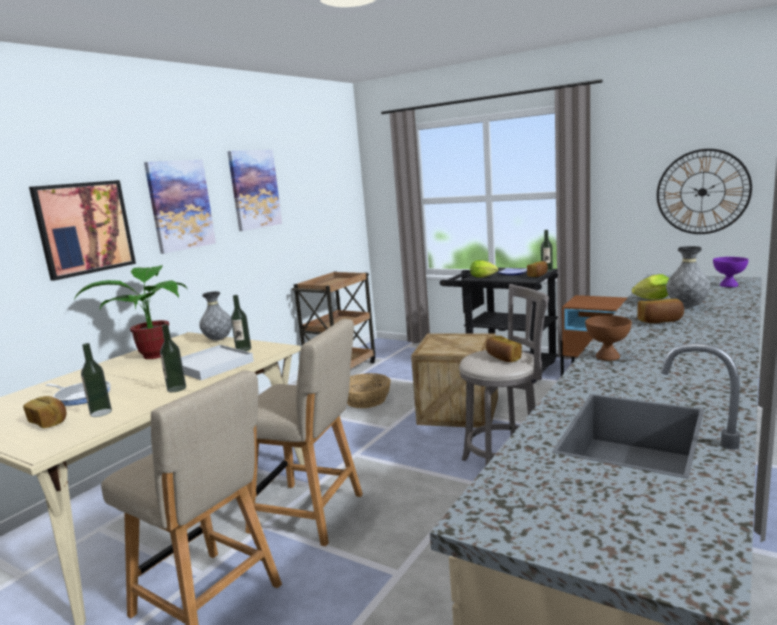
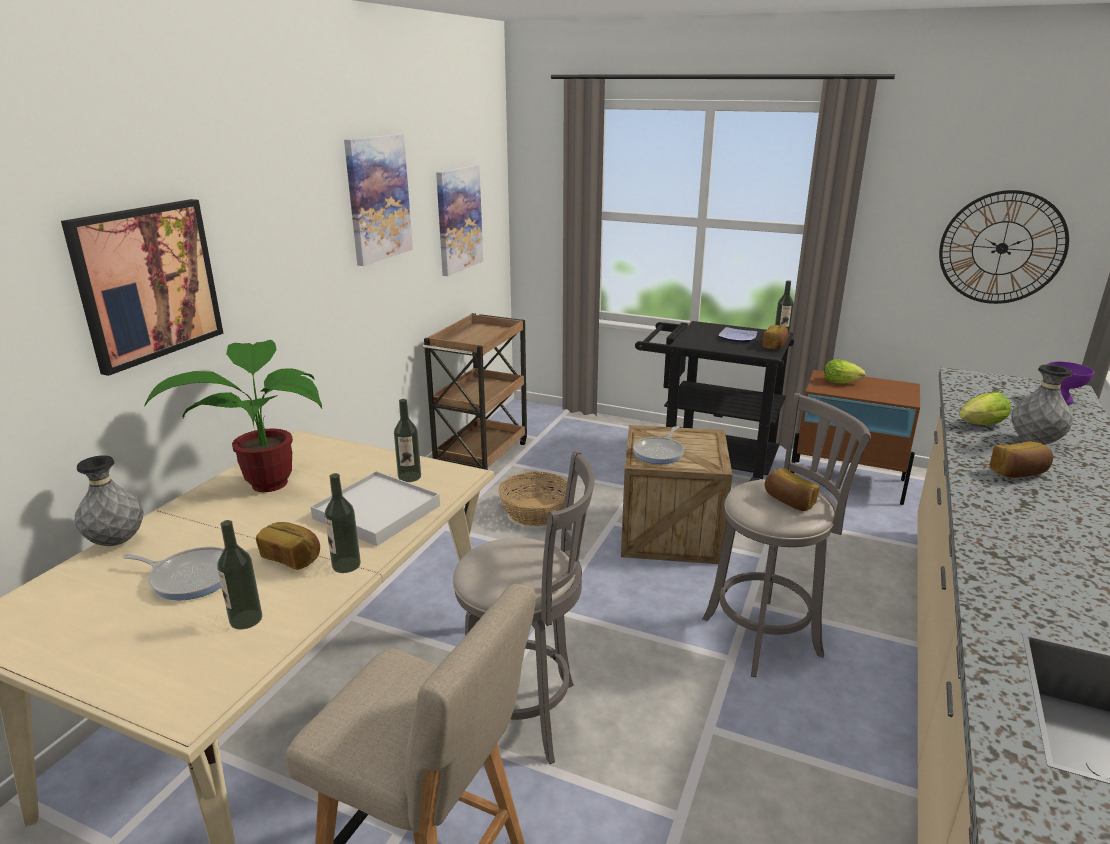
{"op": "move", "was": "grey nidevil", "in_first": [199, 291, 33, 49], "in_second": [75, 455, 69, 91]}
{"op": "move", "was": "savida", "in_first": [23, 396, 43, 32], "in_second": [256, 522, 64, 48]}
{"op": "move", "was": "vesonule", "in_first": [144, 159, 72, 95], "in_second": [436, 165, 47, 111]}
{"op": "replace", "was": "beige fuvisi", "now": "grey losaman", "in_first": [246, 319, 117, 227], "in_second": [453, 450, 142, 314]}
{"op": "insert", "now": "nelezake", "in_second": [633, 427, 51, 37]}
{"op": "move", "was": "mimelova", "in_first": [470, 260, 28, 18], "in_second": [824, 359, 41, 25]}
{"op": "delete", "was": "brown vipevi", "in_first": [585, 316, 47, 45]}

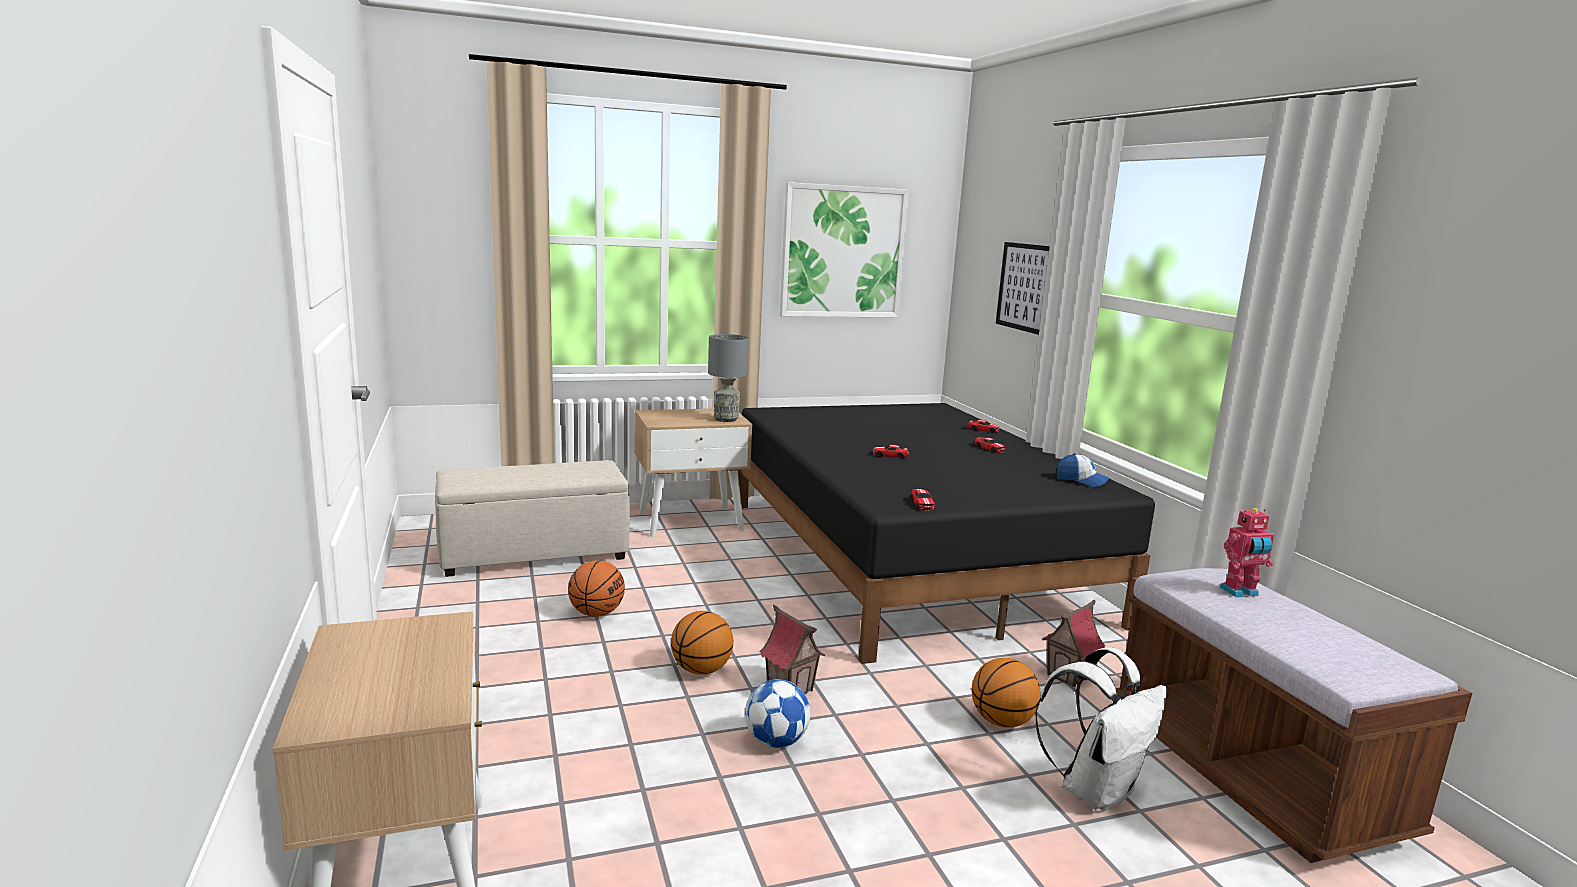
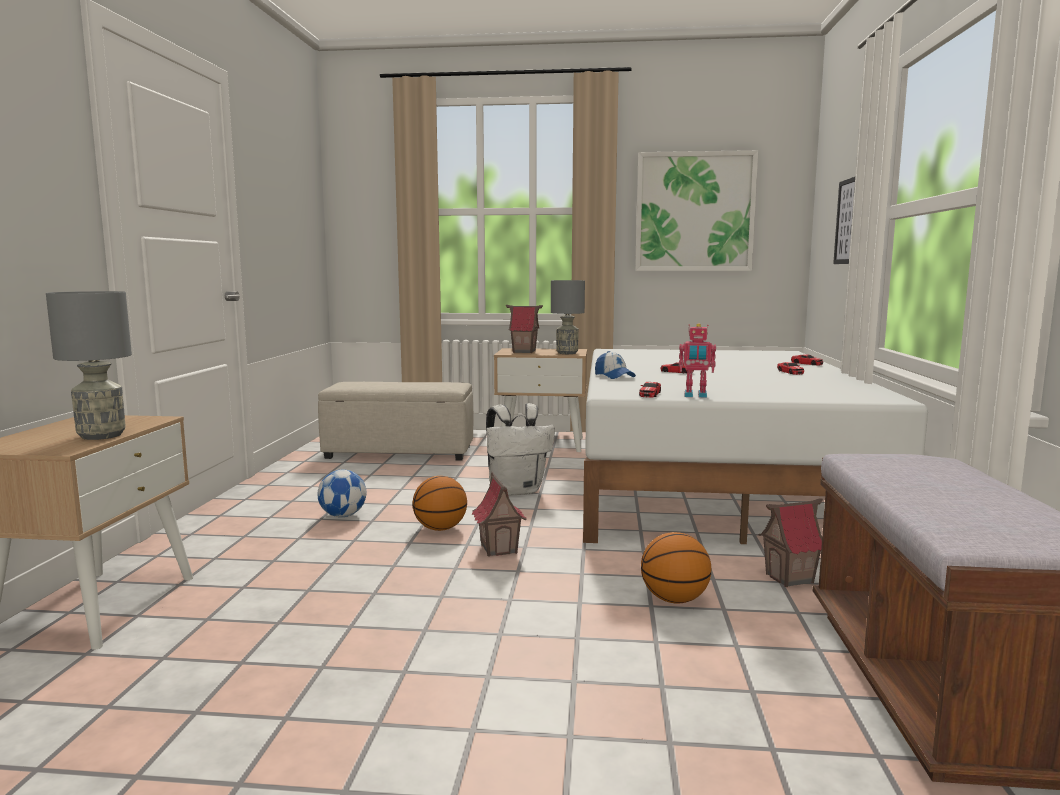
{"op": "insert", "now": "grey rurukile", "in_second": [46, 291, 86, 149]}
{"op": "move", "was": "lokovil", "in_first": [745, 679, 66, 69], "in_second": [317, 470, 49, 47]}
{"op": "move", "was": "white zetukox", "in_first": [1035, 648, 132, 164], "in_second": [486, 403, 69, 93]}
{"op": "insert", "now": "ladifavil", "in_second": [506, 305, 37, 48]}
{"op": "recolor", "was": "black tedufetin", "now": "white tedufetin", "in_first": [737, 403, 418, 261], "in_second": [583, 349, 345, 195]}
{"op": "move", "was": "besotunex", "in_first": [1057, 453, 53, 34], "in_second": [595, 351, 41, 28]}
{"op": "move", "was": "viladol", "in_first": [1220, 508, 54, 89], "in_second": [679, 323, 37, 75]}
{"op": "delete", "was": "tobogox", "in_first": [568, 560, 57, 57]}

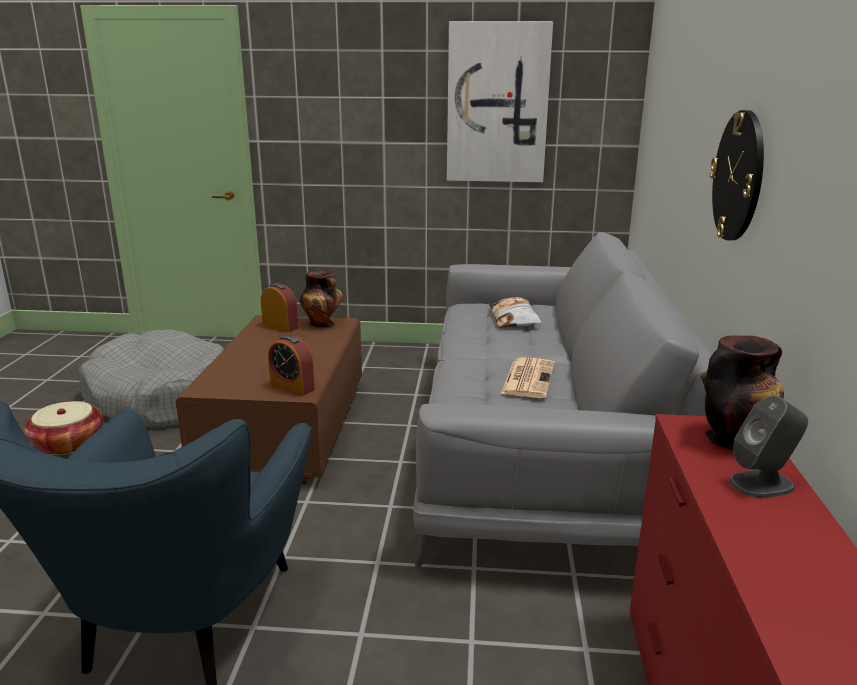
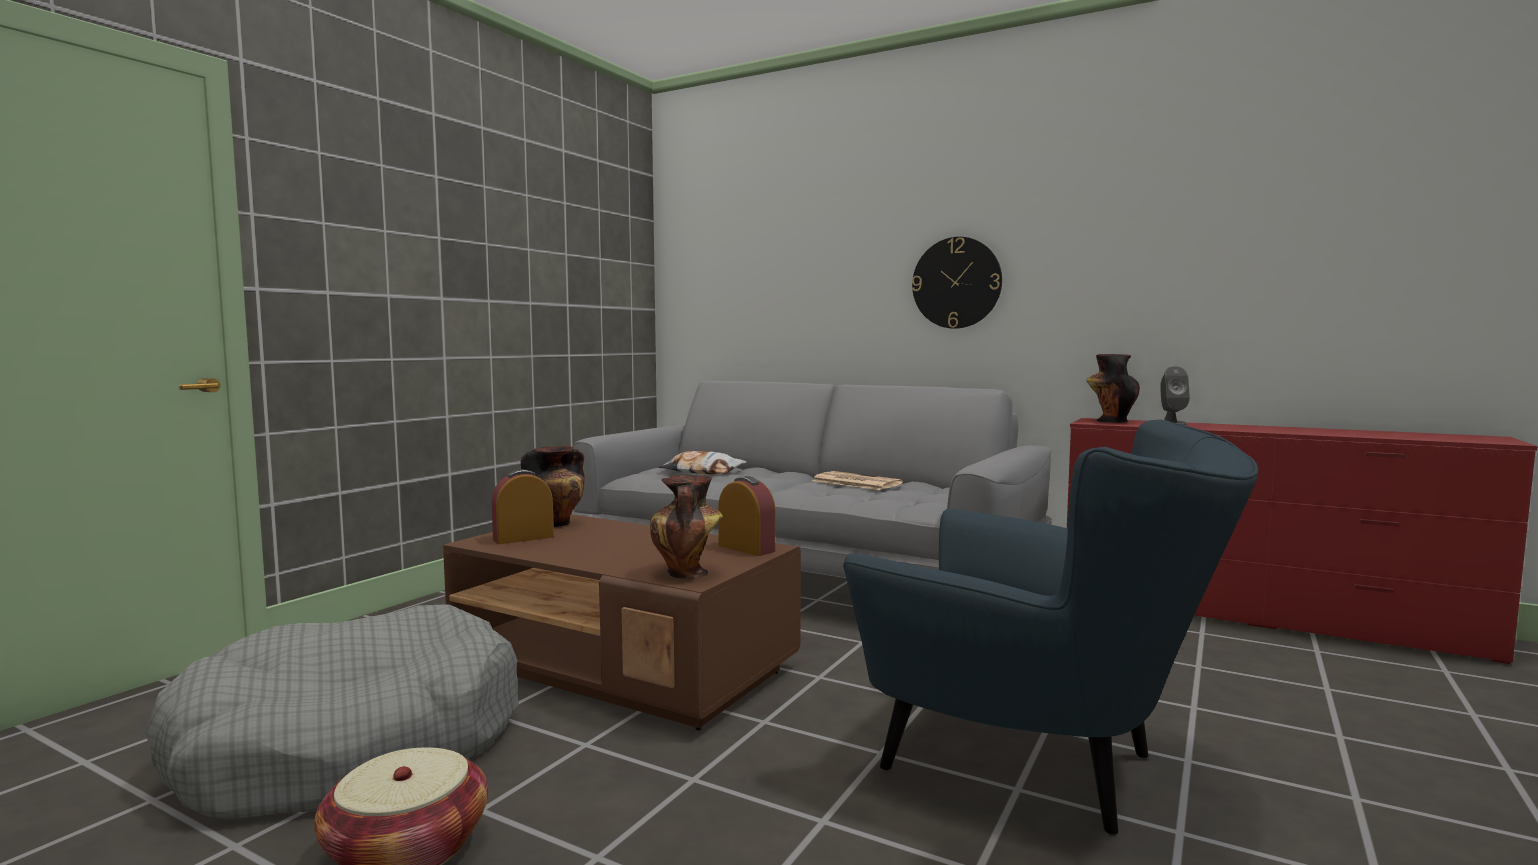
{"op": "insert", "now": "nidevil", "in_second": [650, 475, 73, 104]}
{"op": "rotate", "was": "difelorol", "in_first": [268, 335, 47, 61], "in_second": [718, 476, 58, 80], "clockwise": -105}
{"op": "delete", "was": "vesonule", "in_first": [447, 21, 106, 161]}

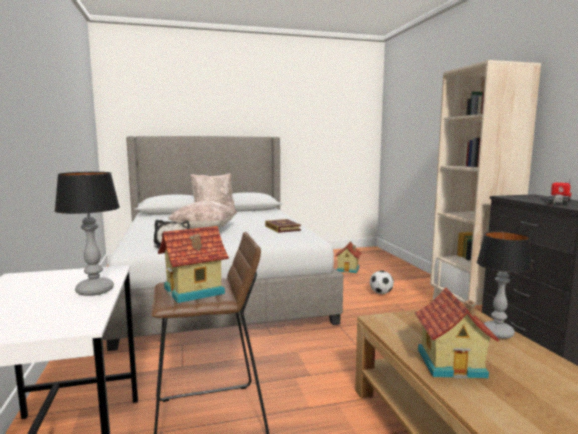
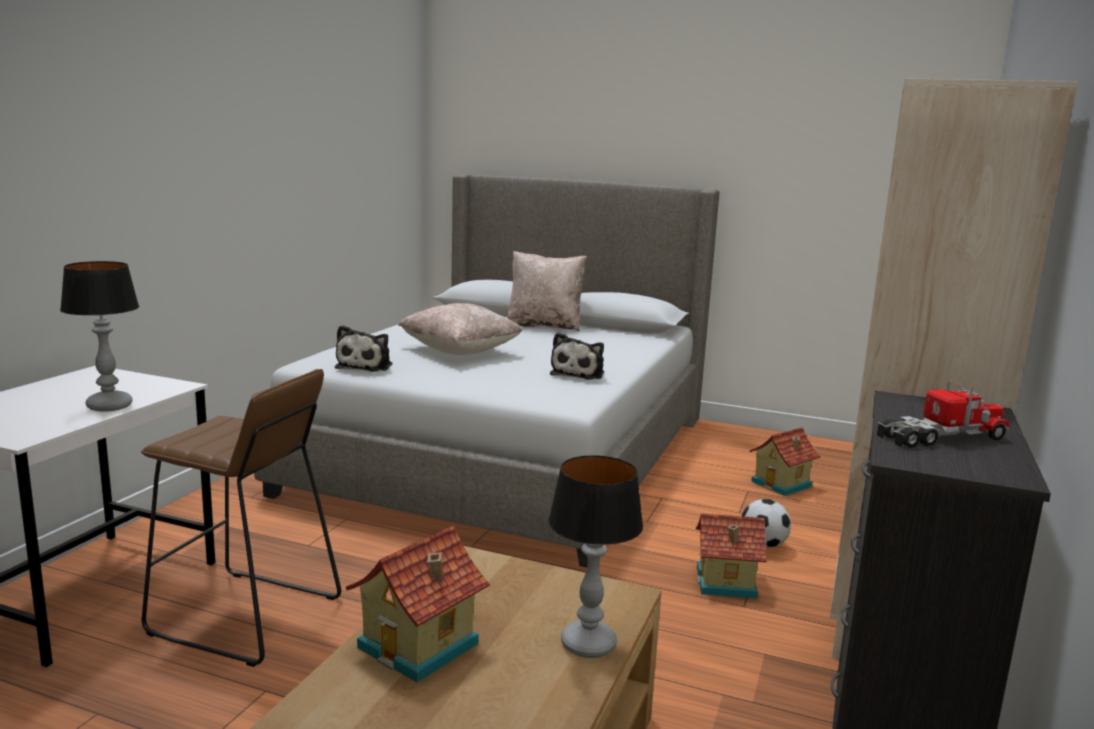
{"op": "replace", "was": "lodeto", "now": "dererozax", "in_first": [265, 219, 36, 14], "in_second": [550, 332, 54, 48]}
{"op": "move", "was": "ladifavil", "in_first": [158, 226, 71, 77], "in_second": [696, 514, 71, 84]}

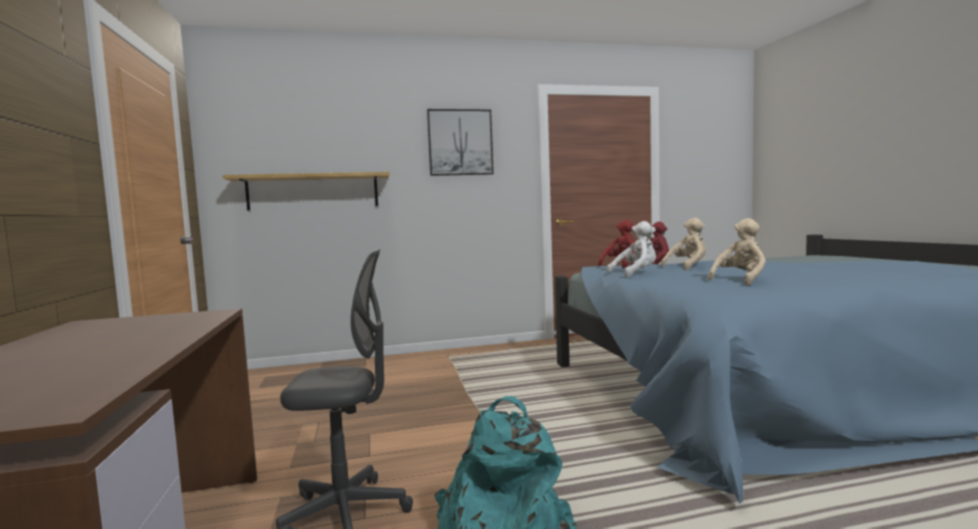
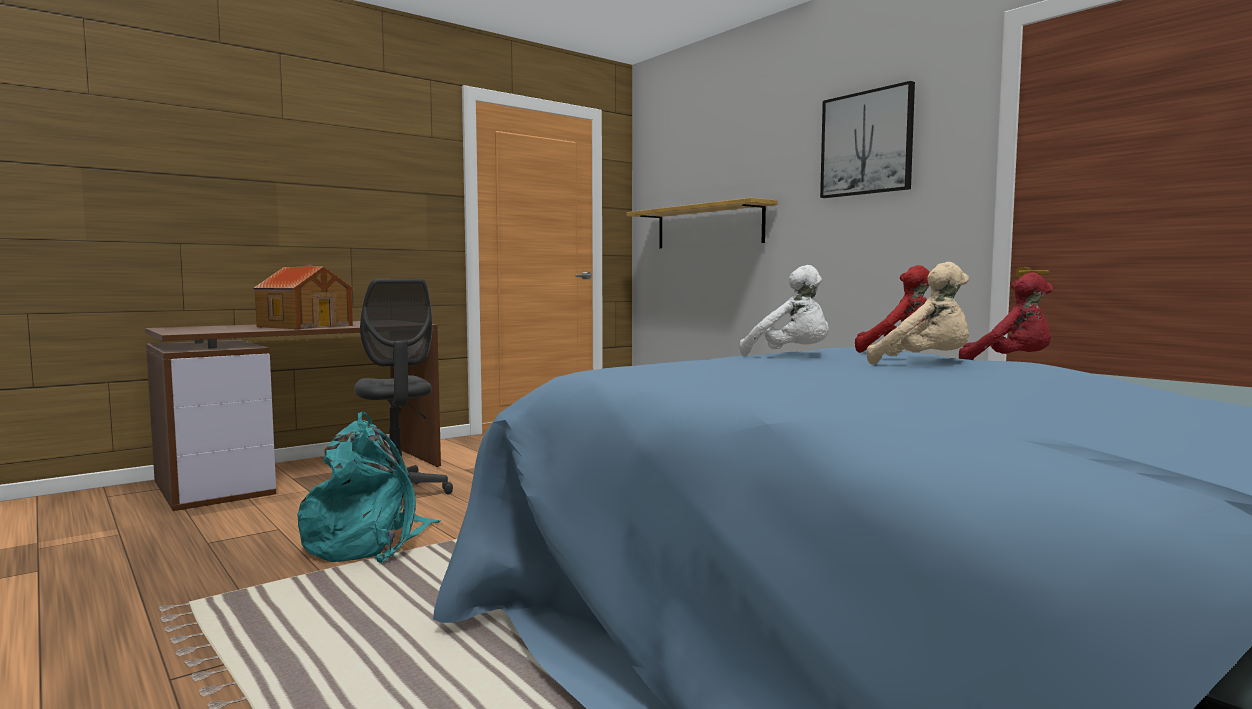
{"op": "insert", "now": "ladifavil", "in_second": [253, 264, 100, 65]}
{"op": "delete", "was": "beige dererozax", "in_first": [708, 218, 58, 67]}

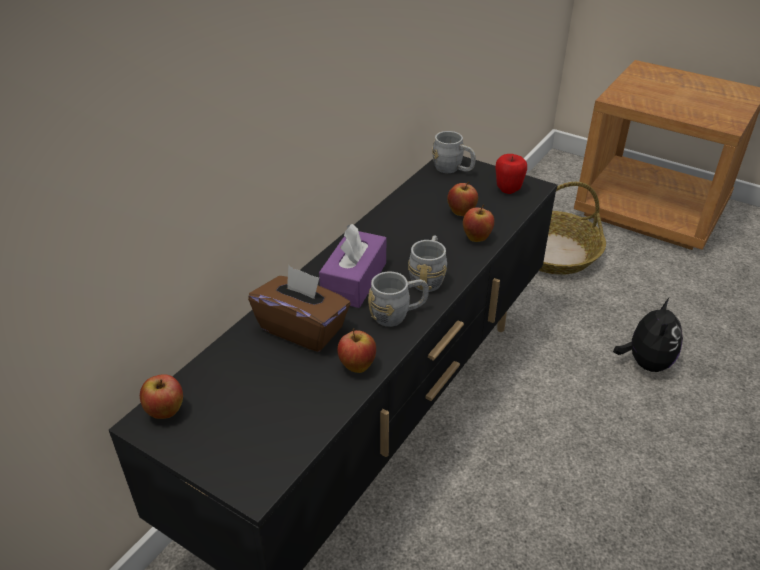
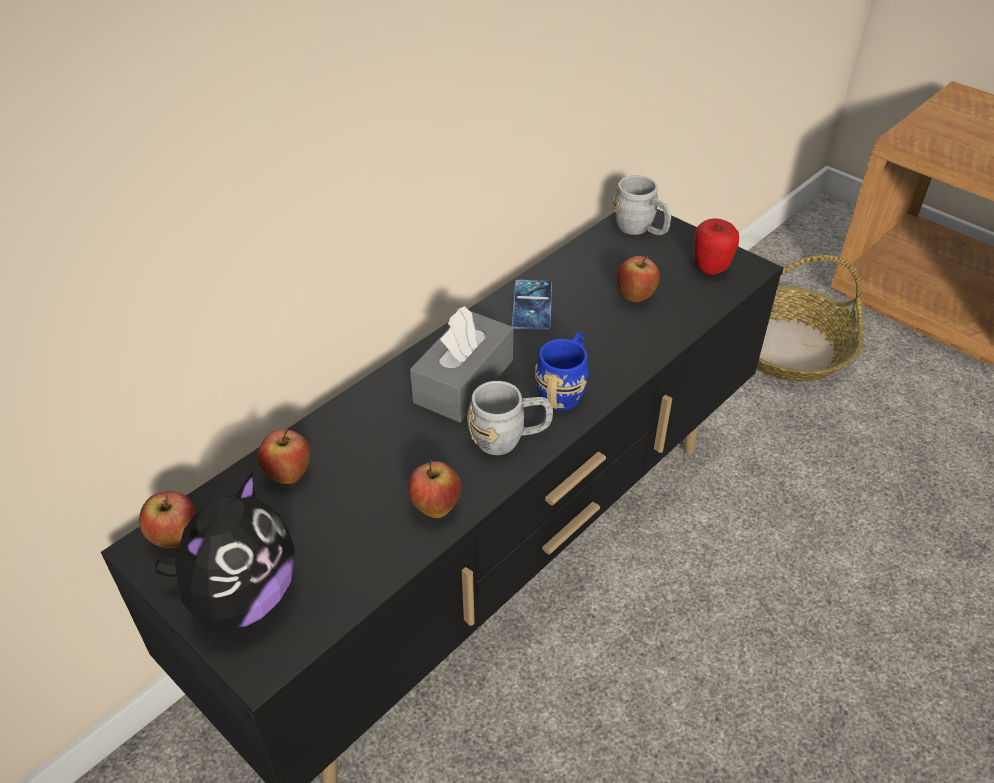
{"op": "move", "was": "dererozax", "in_first": [613, 297, 70, 75], "in_second": [155, 472, 140, 158]}
{"op": "move", "was": "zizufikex", "in_first": [463, 205, 31, 37], "in_second": [258, 429, 53, 55]}
{"op": "recolor", "was": "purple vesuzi", "now": "grey vesuzi", "in_first": [319, 224, 67, 84], "in_second": [410, 306, 103, 116]}
{"op": "insert", "now": "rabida", "in_second": [512, 279, 40, 51]}
{"op": "recolor", "was": "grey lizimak", "now": "blue lizimak", "in_first": [408, 235, 39, 57], "in_second": [535, 332, 54, 78]}
{"op": "delete", "was": "brown vesuzi", "in_first": [248, 265, 102, 87]}

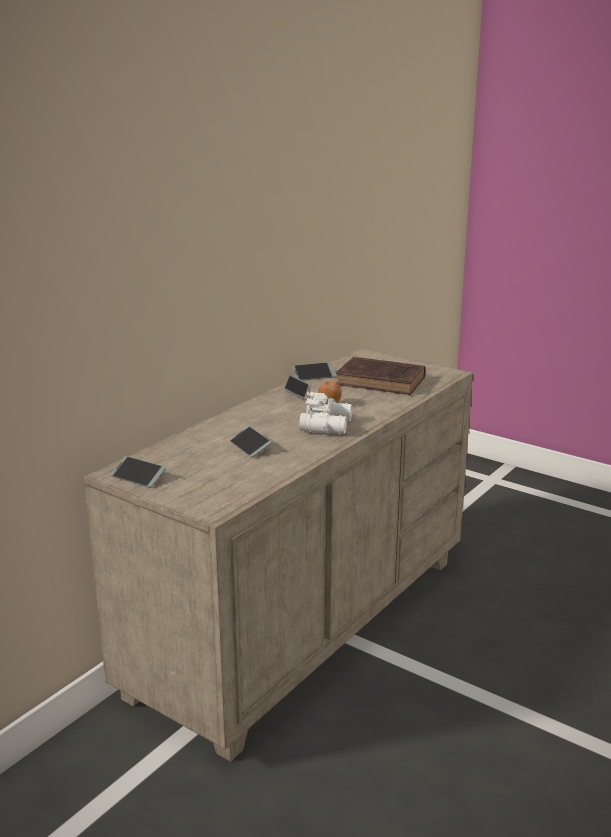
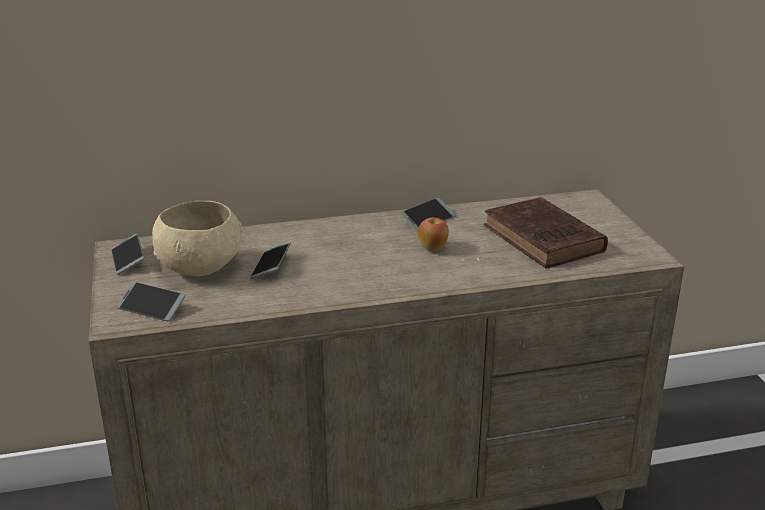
{"op": "move", "was": "rabida", "in_first": [292, 362, 43, 19], "in_second": [117, 282, 68, 40]}
{"op": "insert", "now": "beige vipevi", "in_second": [152, 201, 91, 76]}
{"op": "delete", "was": "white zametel", "in_first": [299, 392, 53, 43]}

